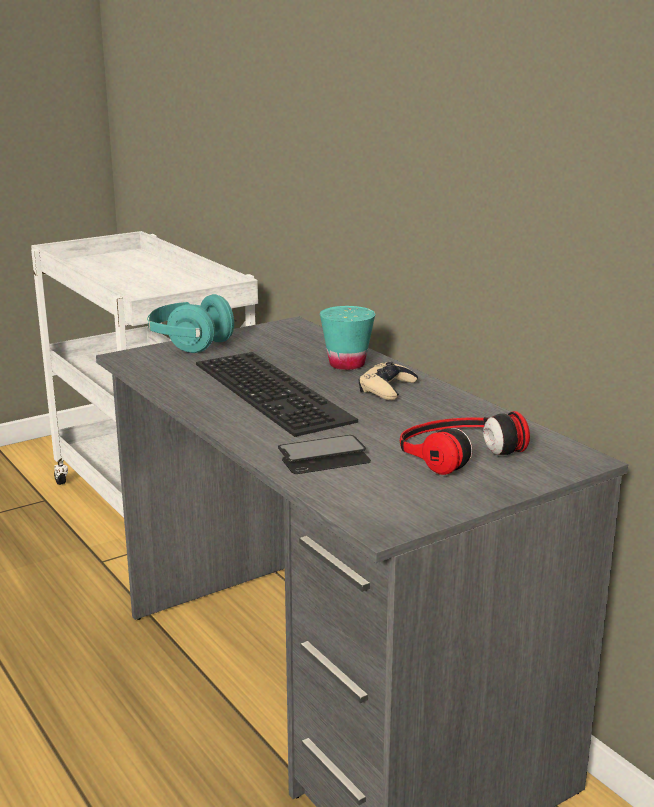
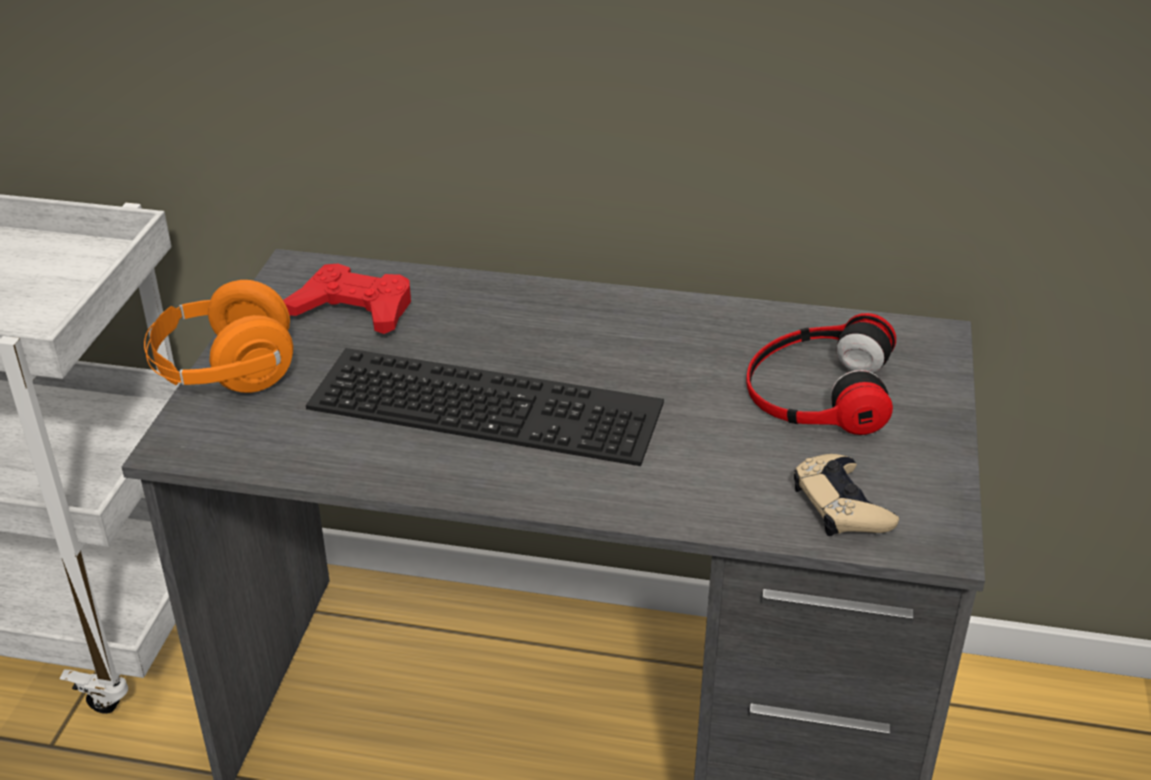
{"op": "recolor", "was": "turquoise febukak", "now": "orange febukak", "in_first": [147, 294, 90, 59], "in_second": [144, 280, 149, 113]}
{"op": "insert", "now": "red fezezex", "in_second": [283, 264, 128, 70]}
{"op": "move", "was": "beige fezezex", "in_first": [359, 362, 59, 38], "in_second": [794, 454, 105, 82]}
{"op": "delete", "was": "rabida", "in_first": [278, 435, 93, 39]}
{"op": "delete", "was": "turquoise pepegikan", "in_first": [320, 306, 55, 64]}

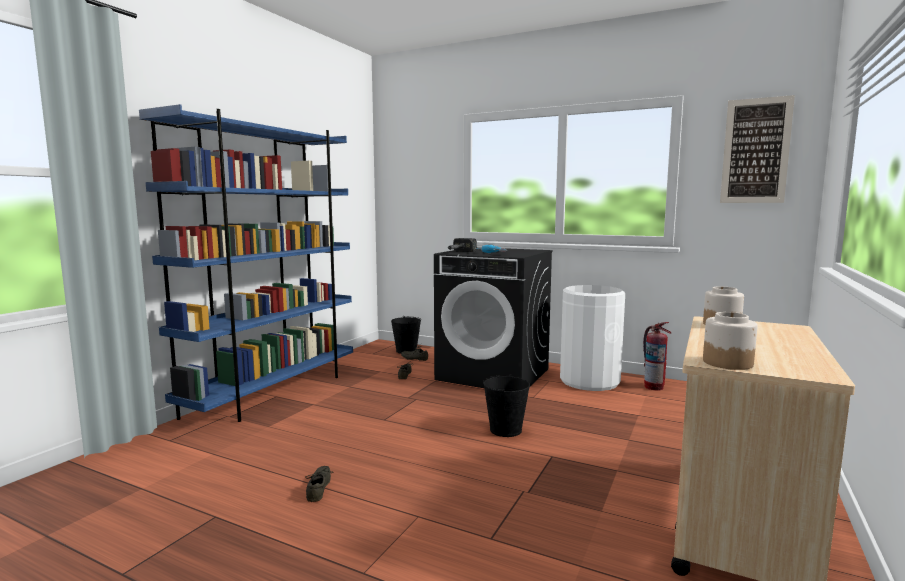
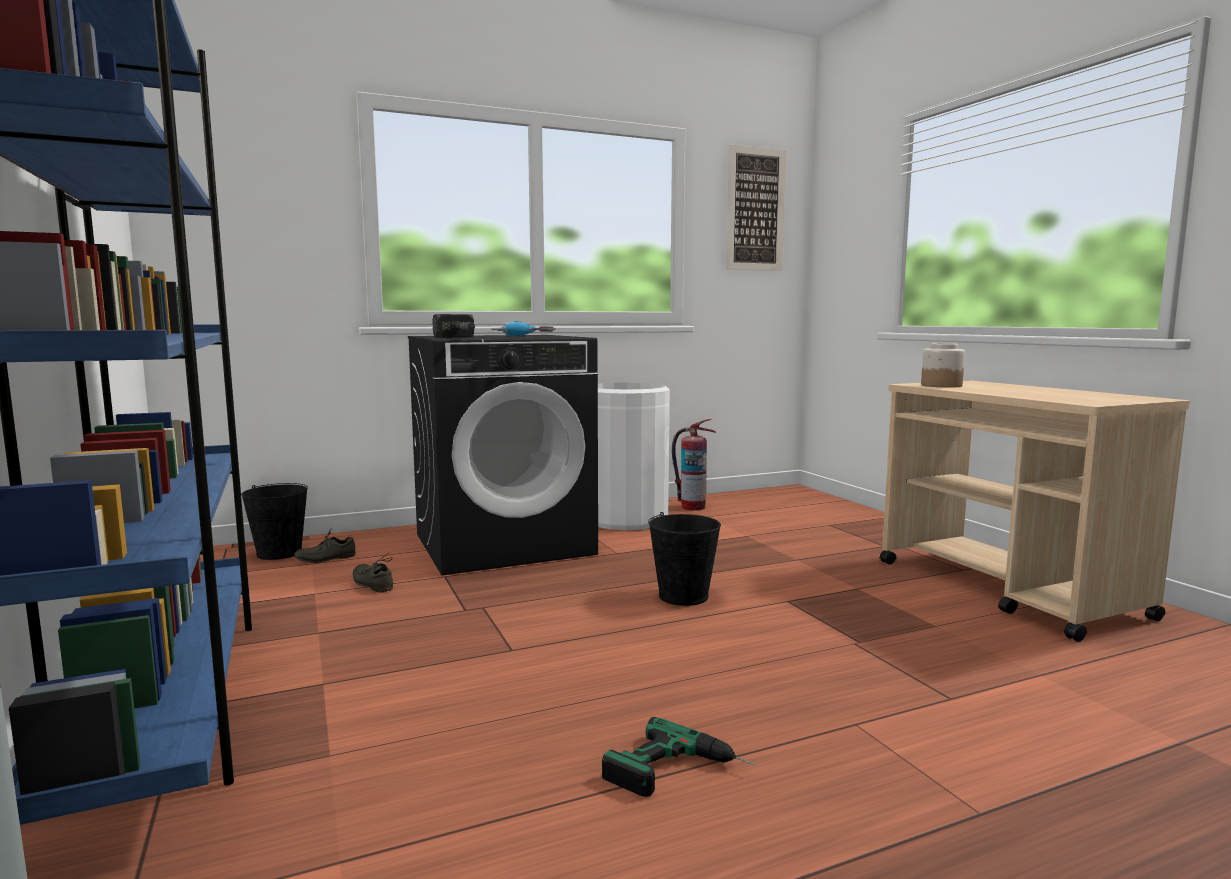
{"op": "replace", "was": "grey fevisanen", "now": "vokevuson", "in_first": [305, 466, 28, 36], "in_second": [602, 717, 154, 80]}
{"op": "delete", "was": "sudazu", "in_first": [703, 312, 54, 58]}

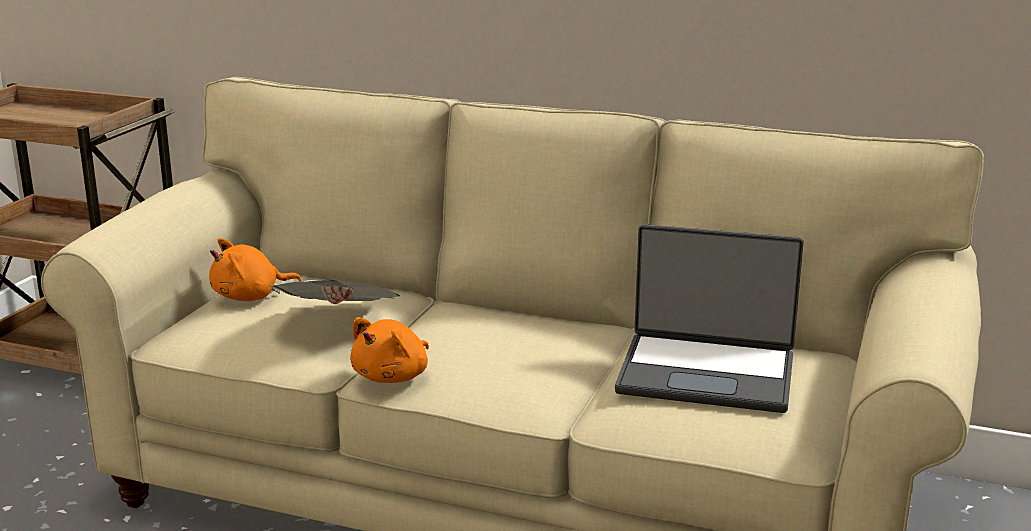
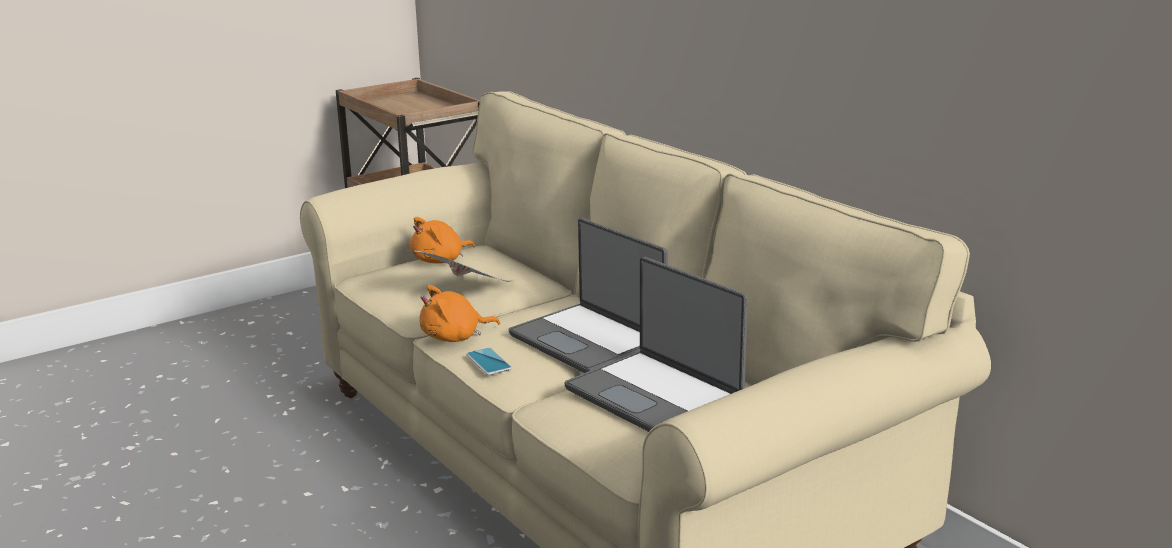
{"op": "rotate", "was": "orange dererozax", "in_first": [209, 238, 93, 63], "in_second": [410, 217, 65, 47], "clockwise": -45}
{"op": "insert", "now": "rabida", "in_second": [466, 348, 46, 27]}
{"op": "insert", "now": "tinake", "in_second": [509, 218, 159, 155]}

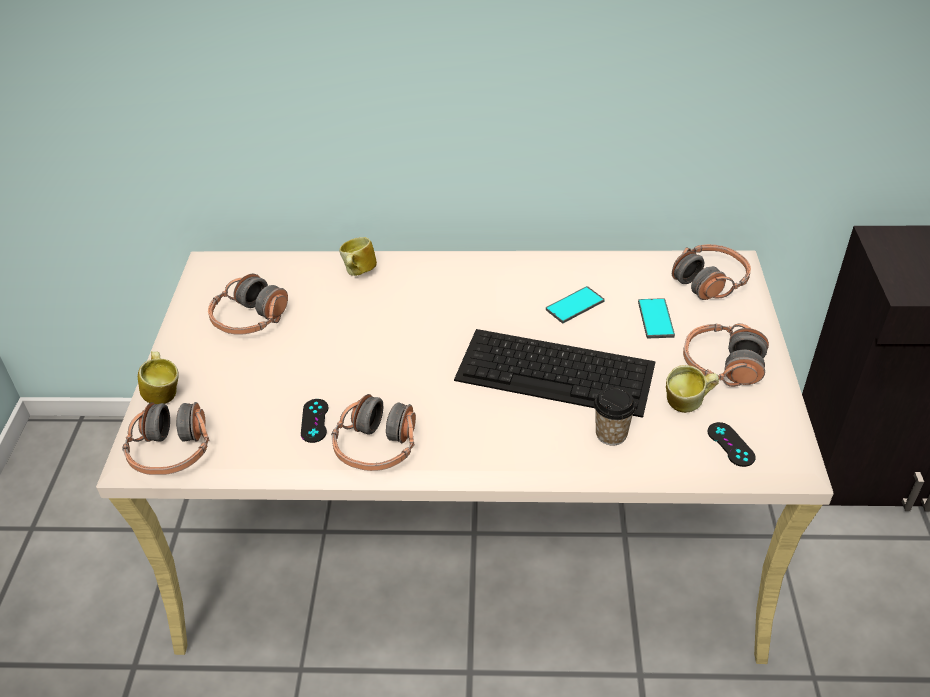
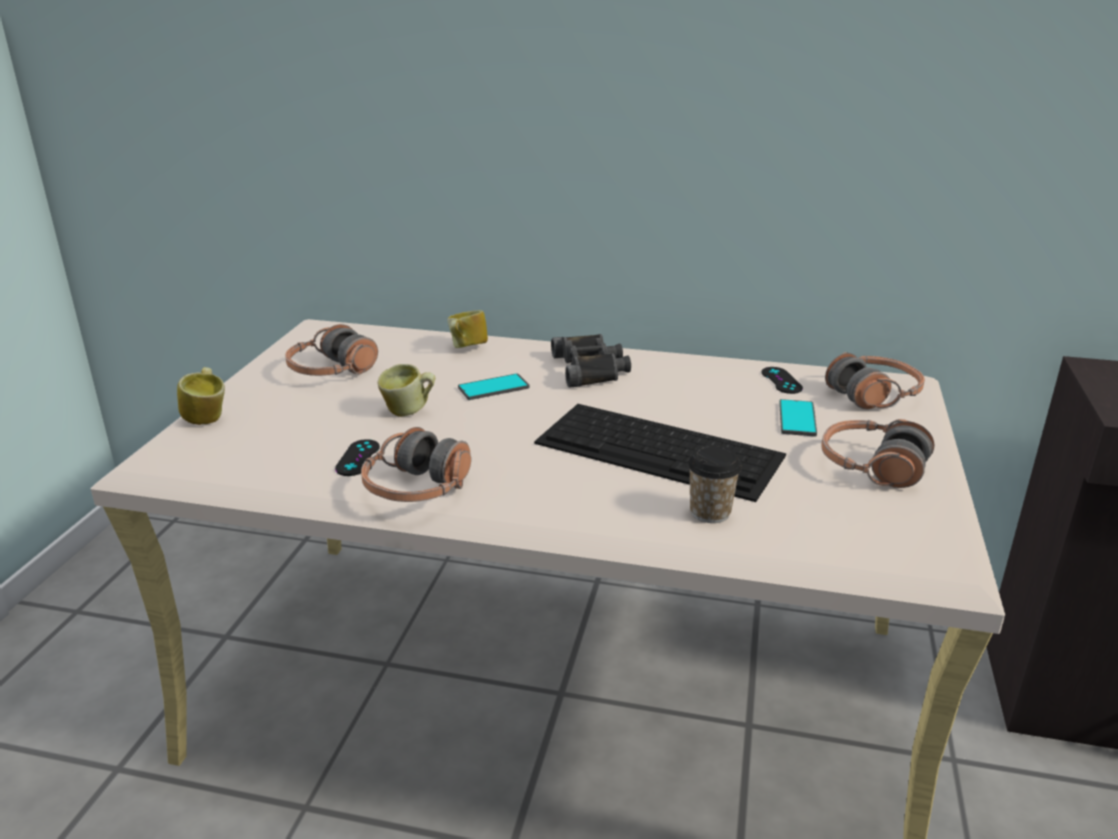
{"op": "move", "was": "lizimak", "in_first": [666, 365, 53, 48], "in_second": [377, 364, 58, 53]}
{"op": "move", "was": "rabida", "in_first": [546, 286, 59, 37], "in_second": [458, 373, 71, 27]}
{"op": "insert", "now": "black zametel", "in_second": [551, 334, 80, 54]}
{"op": "move", "was": "black fezezex", "in_first": [708, 422, 48, 45], "in_second": [762, 367, 41, 27]}
{"op": "delete", "was": "febukak", "in_first": [122, 402, 87, 73]}

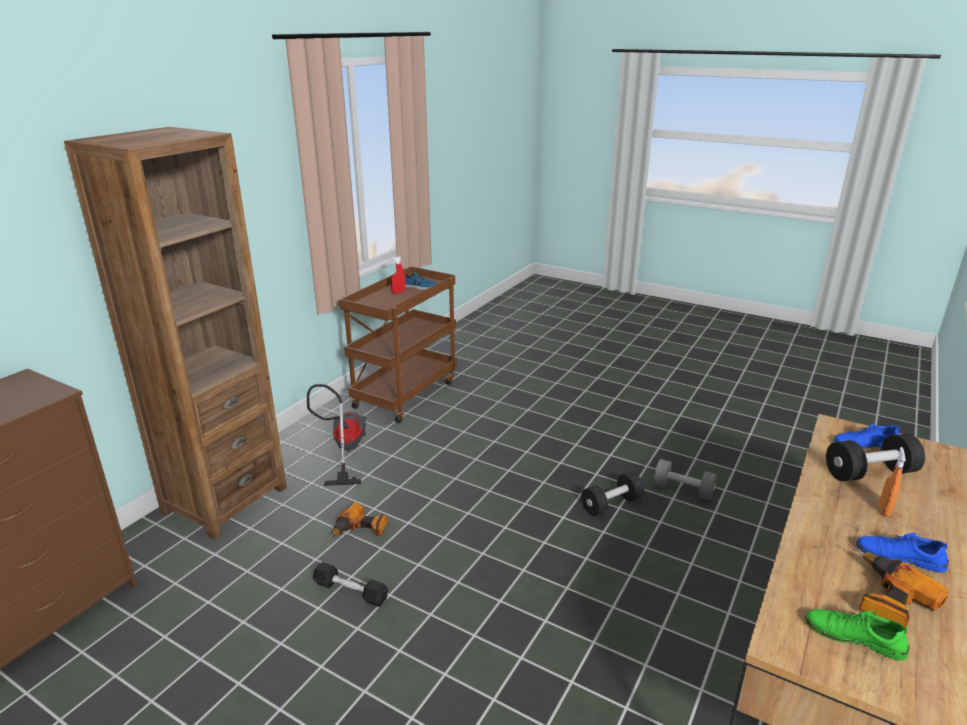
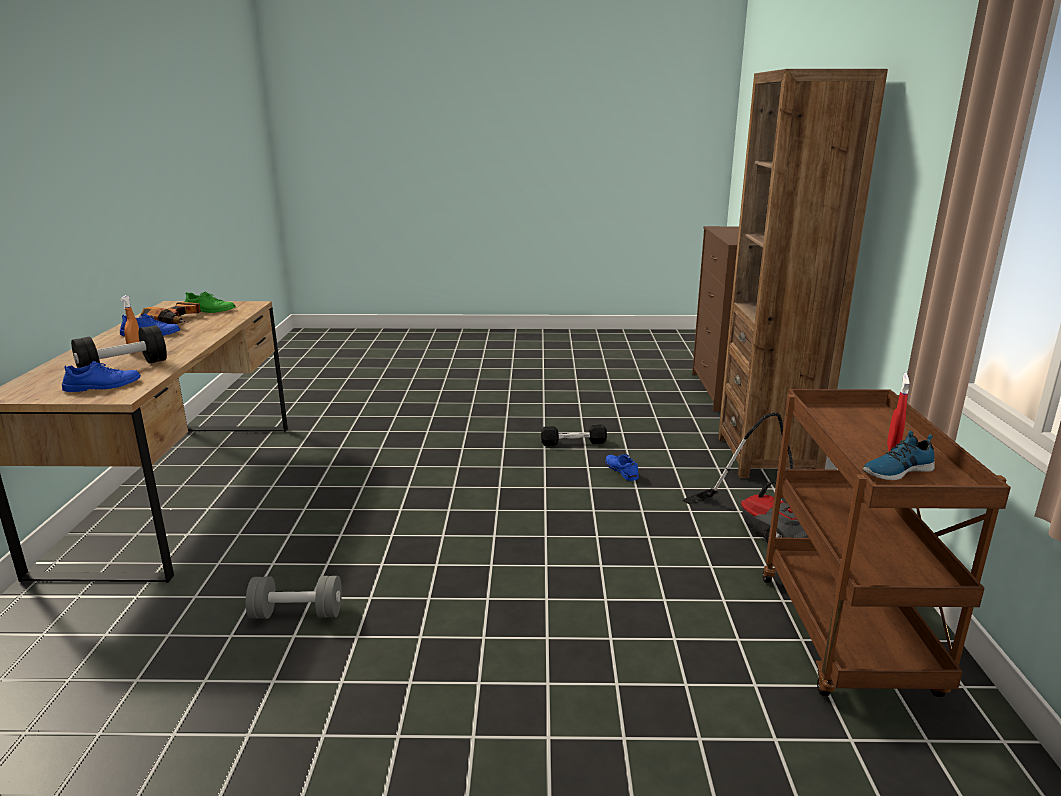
{"op": "replace", "was": "vokevuson", "now": "blue fevisanen", "in_first": [326, 502, 62, 40], "in_second": [605, 454, 33, 27]}
{"op": "delete", "was": "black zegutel", "in_first": [581, 472, 63, 44]}

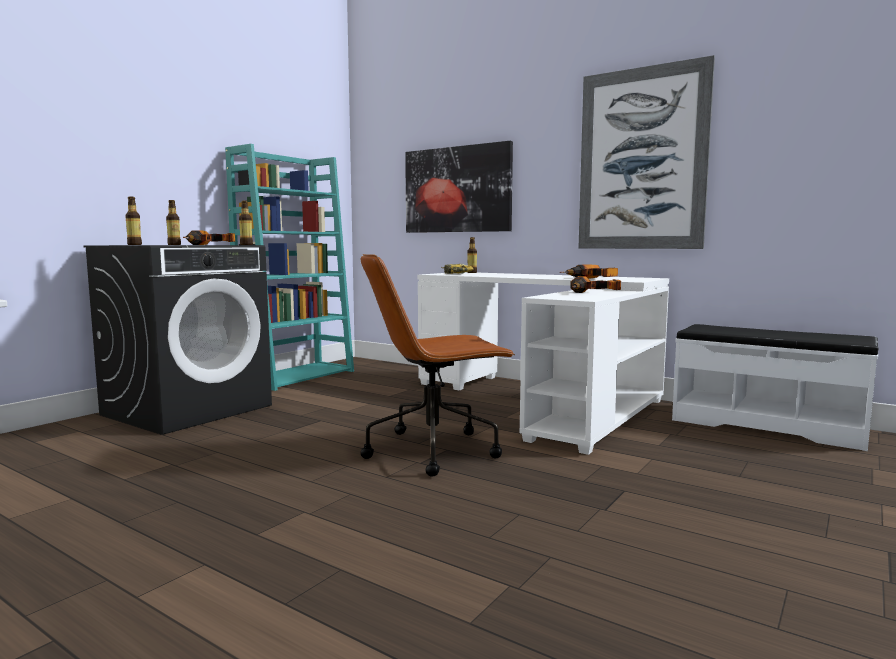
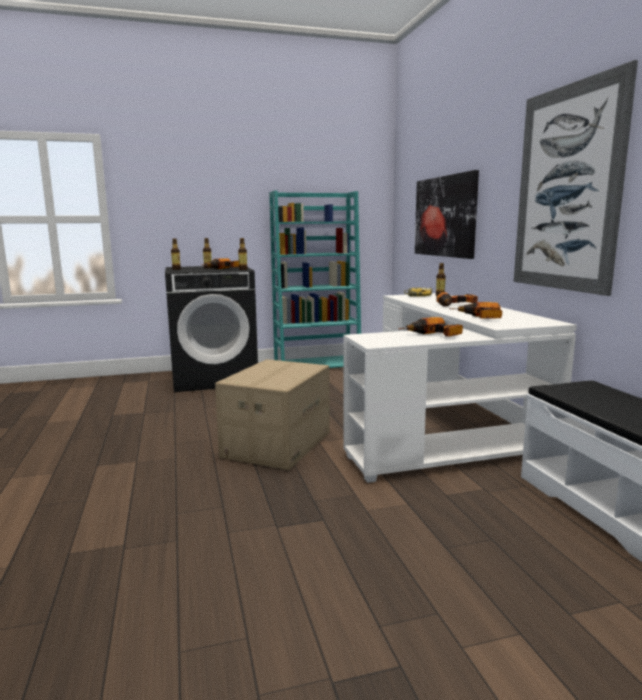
{"op": "replace", "was": "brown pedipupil", "now": "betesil", "in_first": [361, 254, 154, 223], "in_second": [215, 359, 115, 111]}
{"op": "insert", "now": "vokevuson", "in_second": [436, 292, 42, 14]}

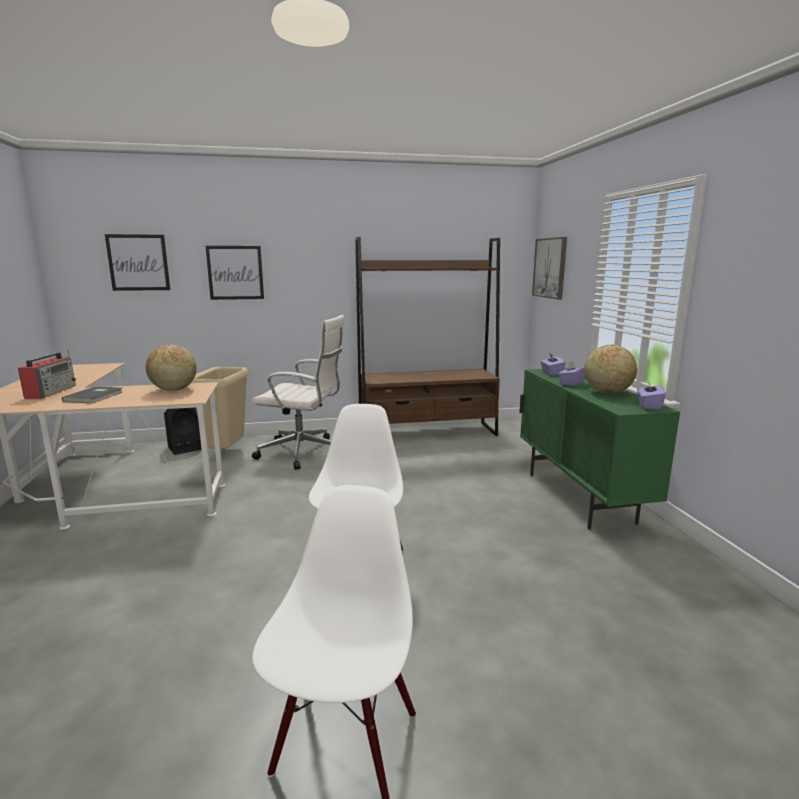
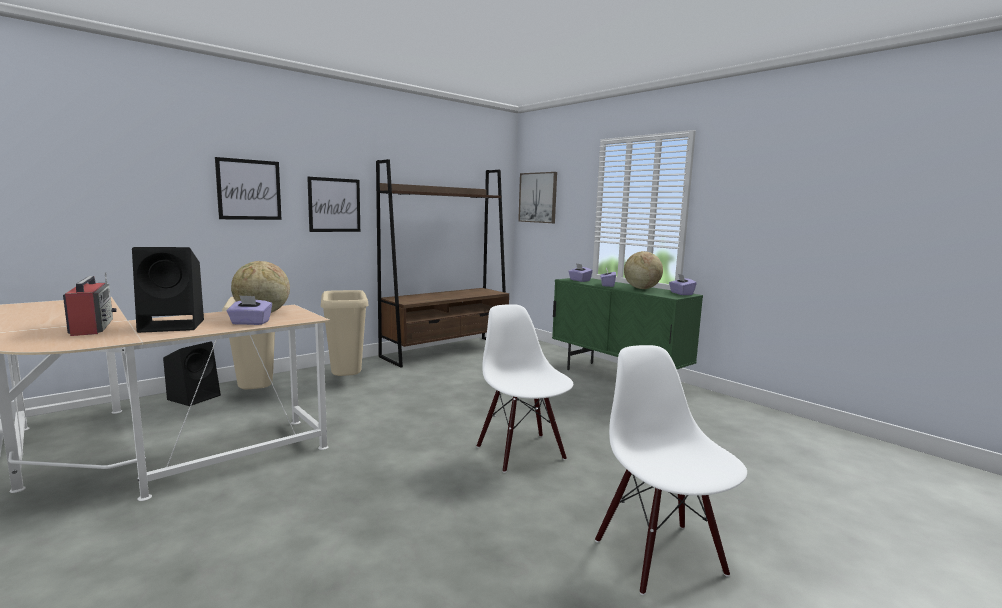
{"op": "replace", "was": "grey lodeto", "now": "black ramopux", "in_first": [62, 386, 60, 17], "in_second": [132, 247, 72, 86]}
{"op": "insert", "now": "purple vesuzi", "in_second": [227, 295, 45, 30]}
{"op": "move", "was": "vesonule", "in_first": [105, 234, 65, 57], "in_second": [307, 177, 53, 55]}
{"op": "replace", "was": "white pedipupil", "now": "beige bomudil", "in_first": [252, 315, 93, 155], "in_second": [321, 290, 48, 86]}

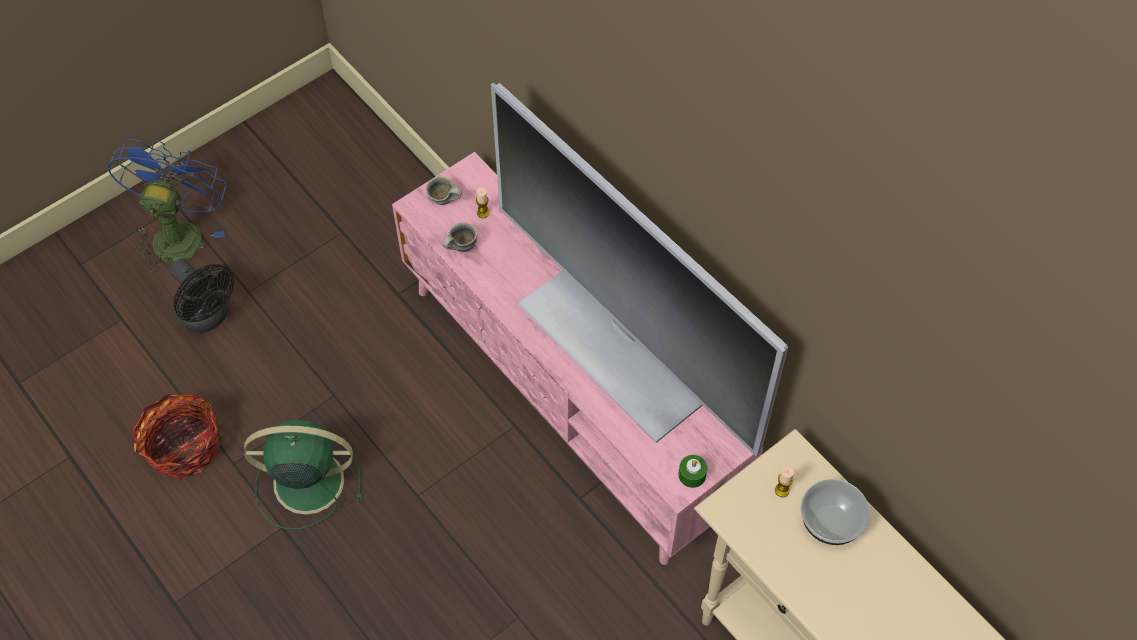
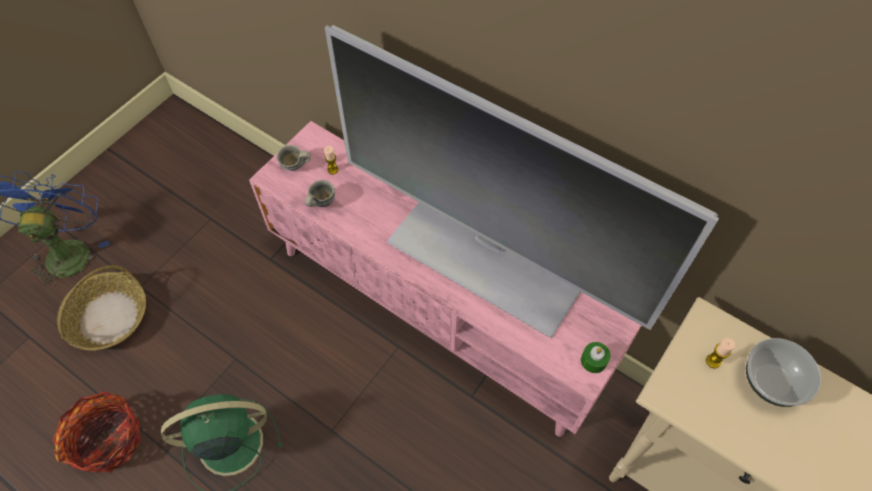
{"op": "replace", "was": "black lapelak", "now": "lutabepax", "in_first": [169, 259, 65, 74], "in_second": [57, 265, 89, 85]}

